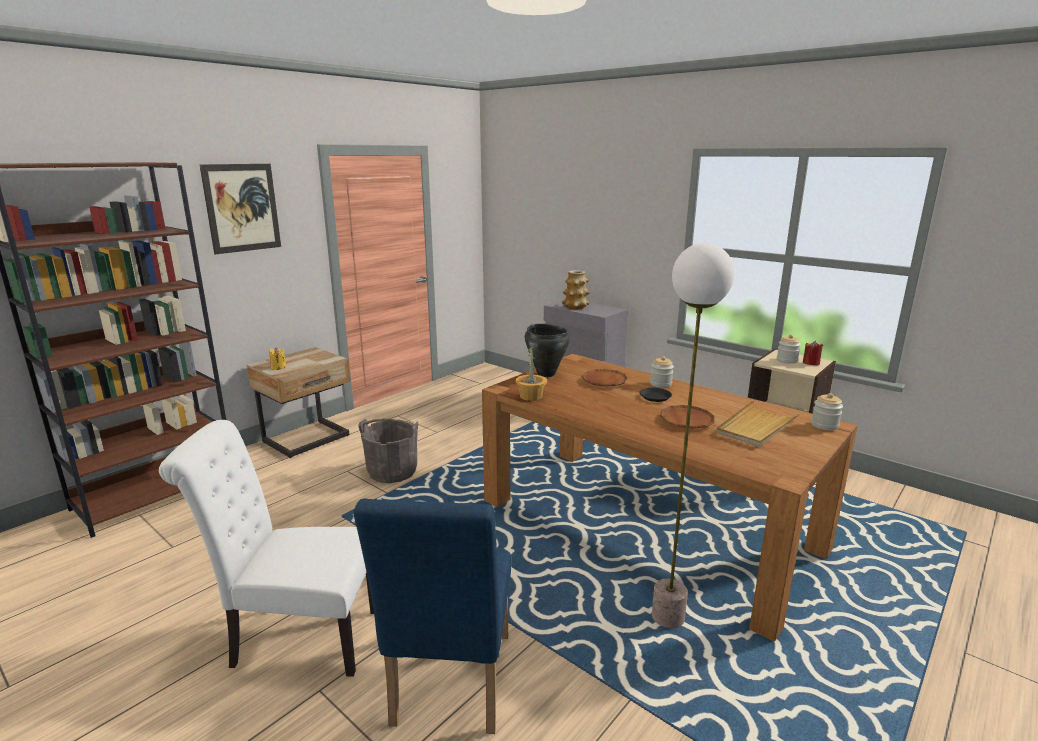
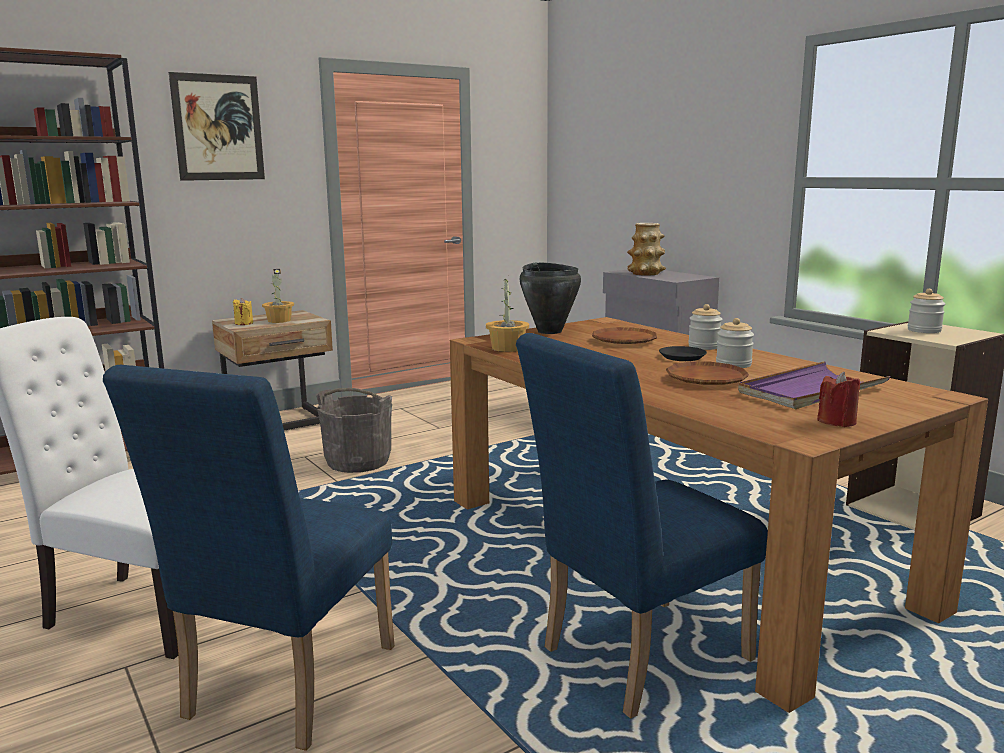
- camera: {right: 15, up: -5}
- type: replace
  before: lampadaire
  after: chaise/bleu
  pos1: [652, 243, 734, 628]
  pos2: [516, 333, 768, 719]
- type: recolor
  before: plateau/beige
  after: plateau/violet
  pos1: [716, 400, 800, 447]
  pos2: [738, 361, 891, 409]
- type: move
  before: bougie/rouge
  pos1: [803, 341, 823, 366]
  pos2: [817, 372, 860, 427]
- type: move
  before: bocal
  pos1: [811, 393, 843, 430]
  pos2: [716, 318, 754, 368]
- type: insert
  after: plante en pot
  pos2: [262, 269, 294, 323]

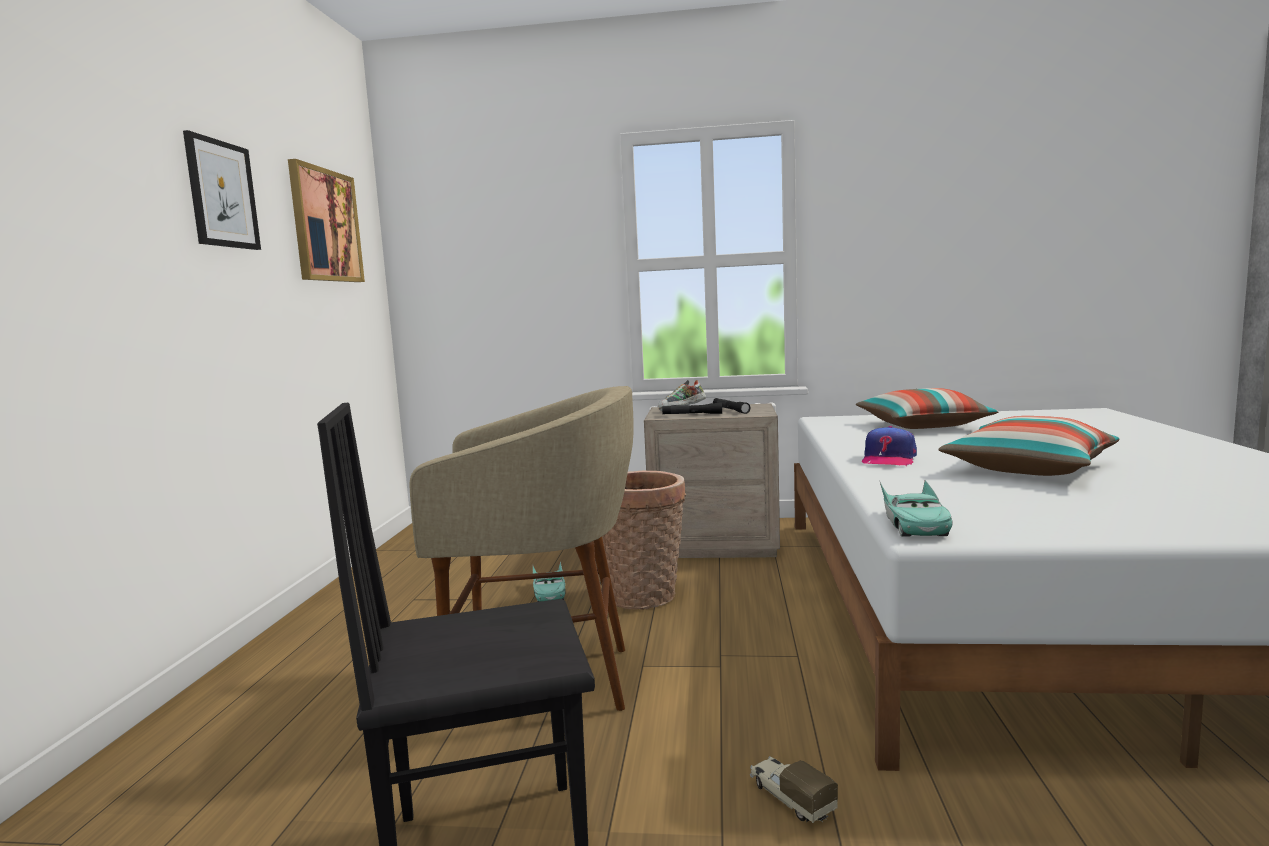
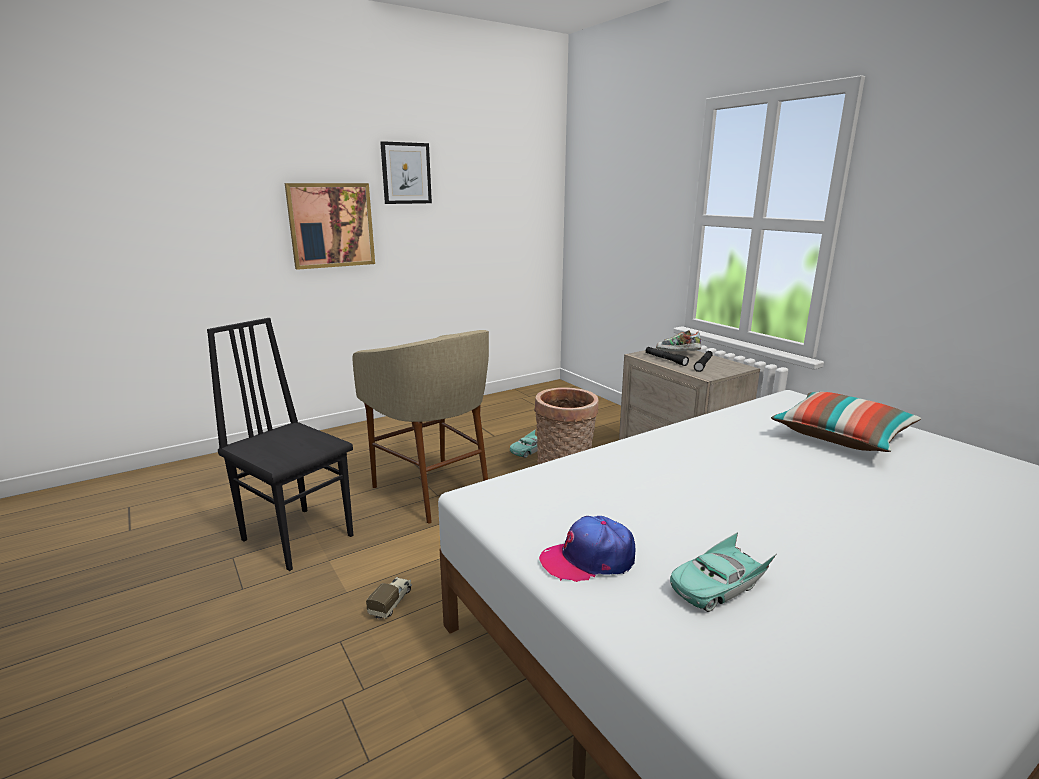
- camera: {right: 50, up: 10}
- type: move
  before: tableau
  pos1: [288, 159, 365, 282]
  pos2: [285, 183, 375, 270]
- type: move
  before: casquette
  pos1: [862, 426, 917, 467]
  pos2: [539, 516, 636, 582]
- type: move
  before: petite voiture/turquoise
  pos1: [880, 480, 953, 537]
  pos2: [670, 532, 776, 612]
- type: delete
  before: coussin
  pos1: [939, 416, 1119, 476]

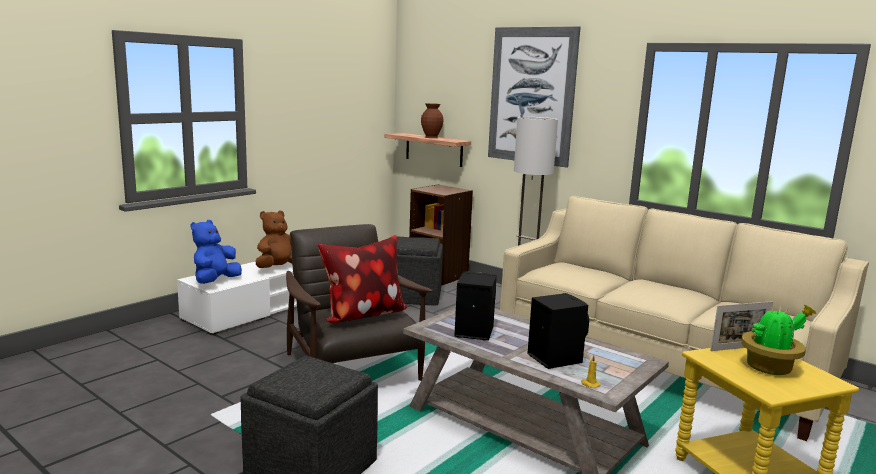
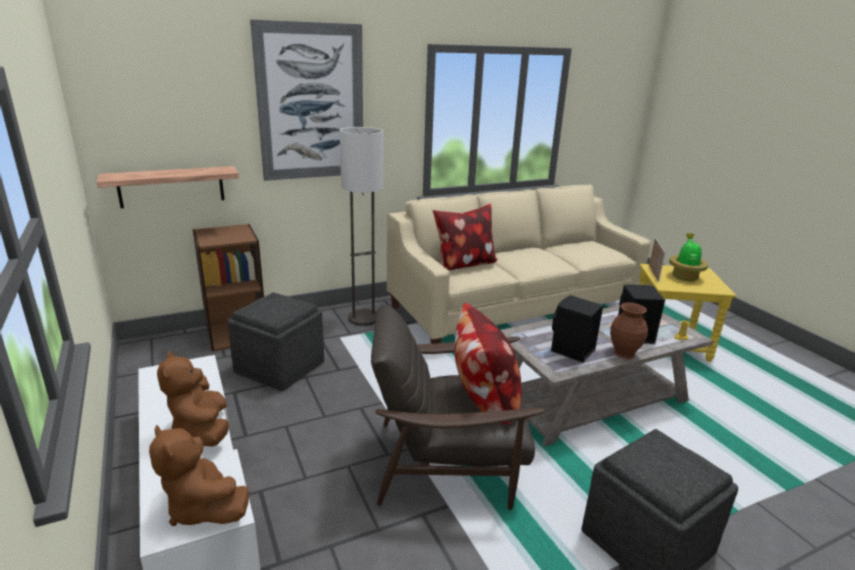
- camera: {right: -65, up: 10}
- type: recolor
  before: peluche/bleu
  after: peluche/marron
  pos1: [191, 220, 242, 284]
  pos2: [149, 425, 249, 526]
- type: move
  before: vase/marron
  pos1: [421, 103, 444, 138]
  pos2: [610, 303, 648, 359]
- type: insert
  after: coussin
  pos2: [433, 204, 497, 270]

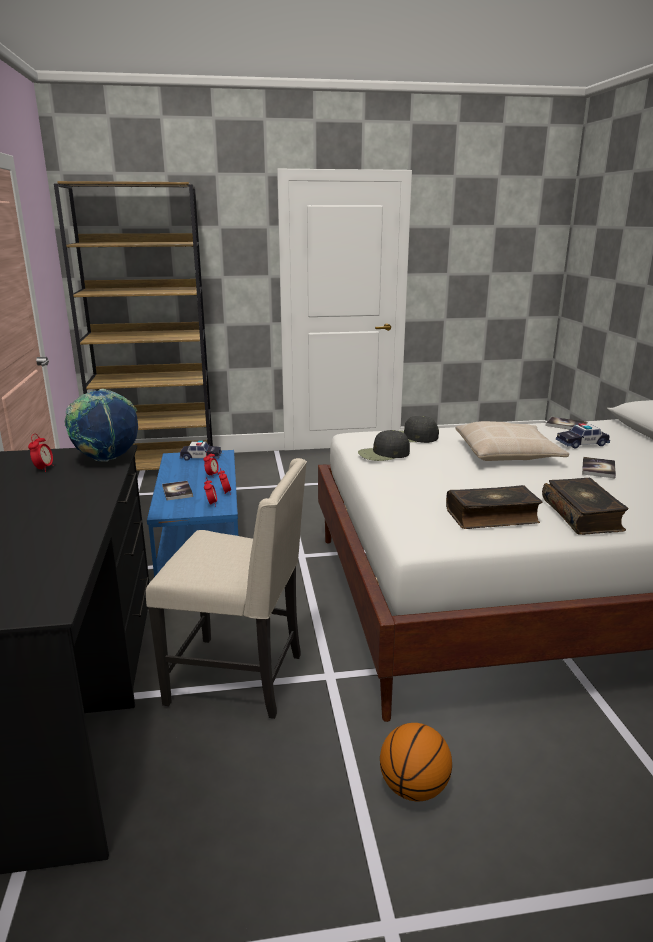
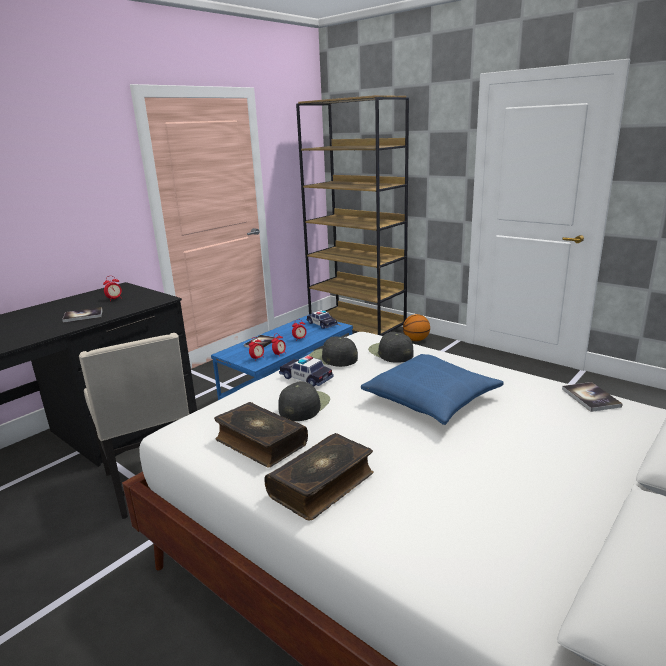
- camera: {right: 50, up: 0}
- type: delete
  before: globe
  pos1: [64, 389, 138, 462]
- type: move
  before: ballon de basket
  pos1: [380, 723, 452, 801]
  pos2: [403, 314, 430, 341]
- type: recolor
  before: coussin/beige
  after: coussin/bleu
  pos1: [456, 421, 569, 461]
  pos2: [361, 354, 504, 425]
- type: move
  before: petite voiture
  pos1: [556, 423, 610, 449]
  pos2: [279, 356, 334, 386]
- type: move
  before: livre
  pos1: [582, 457, 616, 478]
  pos2: [62, 307, 103, 323]
- type: insert
  after: casquette/noir
  pos2: [278, 382, 330, 421]

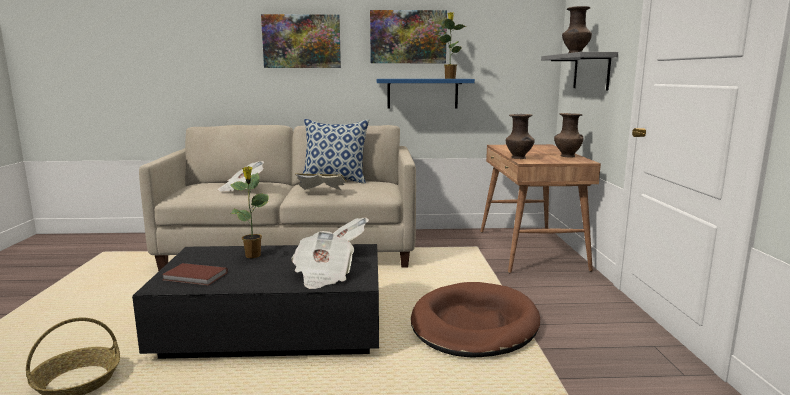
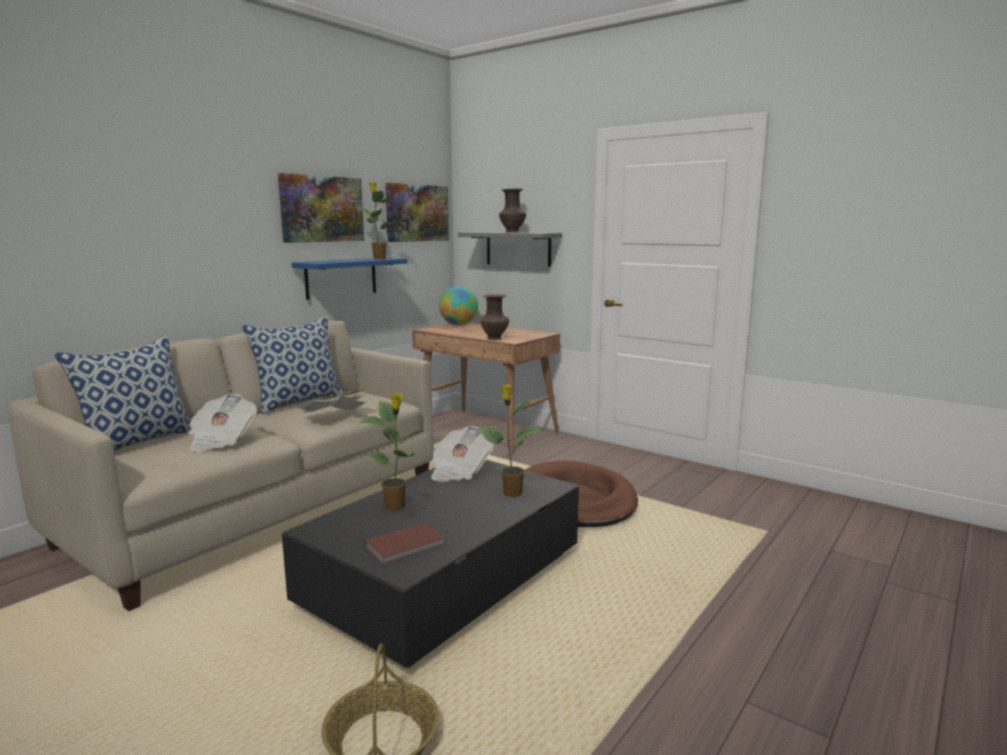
- camera: {right: -50, up: 0}
- type: move
  before: tableau
  pos1: [261, 14, 341, 68]
  pos2: [385, 183, 449, 242]
- type: replace
  before: journal
  after: plante en pot
  pos1: [292, 231, 354, 289]
  pos2: [477, 384, 542, 497]
- type: delete
  before: vase/marron
  pos1: [554, 113, 583, 158]
- type: insert
  after: coussin
  pos2: [54, 336, 191, 451]
- type: insert
  after: globe
  pos2: [439, 286, 478, 326]

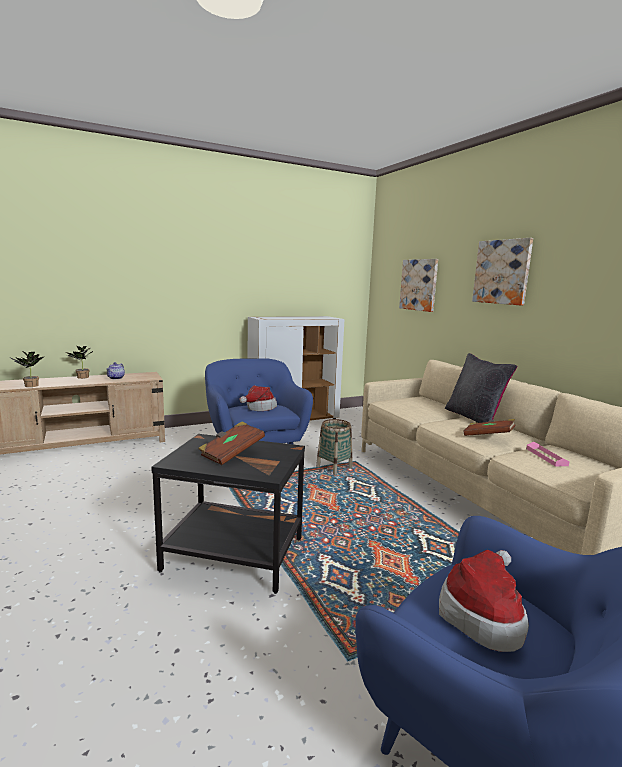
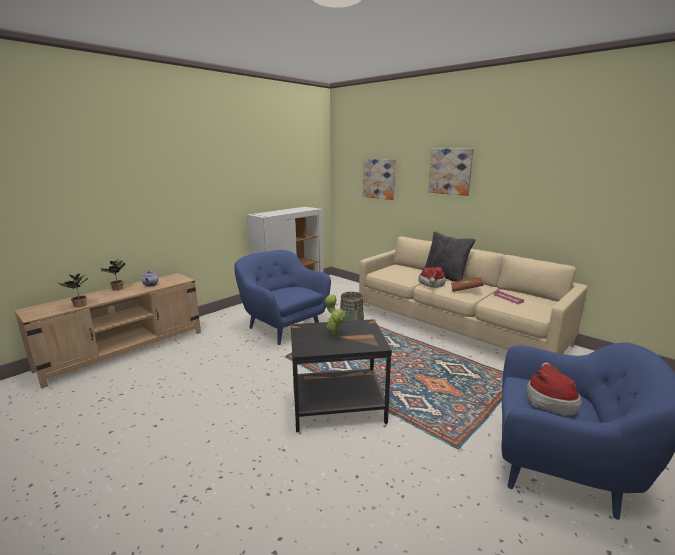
- camera: {right: -20, up: 5}
- type: replace
  before: livre/marron
  after: plante en pot
  pos1: [198, 421, 265, 465]
  pos2: [325, 294, 347, 338]
- type: move
  before: chapeau
  pos1: [239, 385, 277, 411]
  pos2: [419, 267, 445, 288]

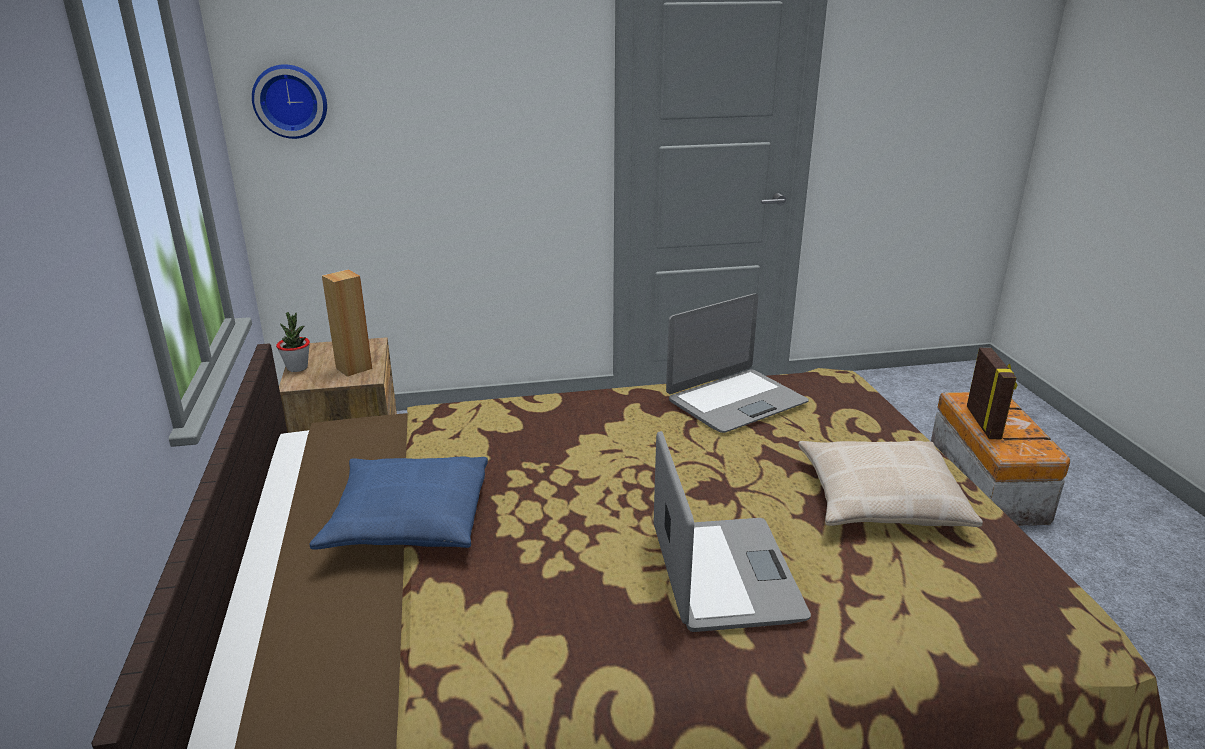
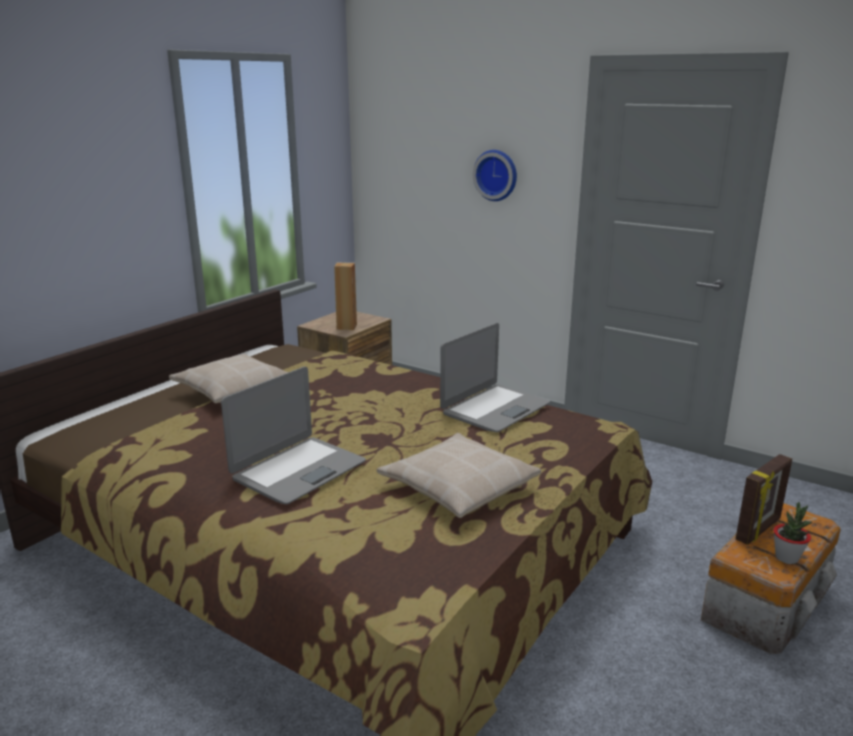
- camera: {right: 45, up: -5}
- type: move
  before: horloge murale
  pos1: [252, 64, 327, 139]
  pos2: [473, 150, 517, 201]
- type: move
  before: plante en pot
  pos1: [276, 312, 310, 372]
  pos2: [773, 502, 813, 564]
- type: recolor
  before: coussin/bleu
  after: coussin/beige
  pos1: [310, 457, 488, 550]
  pos2: [169, 354, 288, 403]
- type: rotate
  before: ordinateur portable
  pos1: [666, 293, 809, 433]
  pos2: [440, 323, 550, 432]
  turn: -60

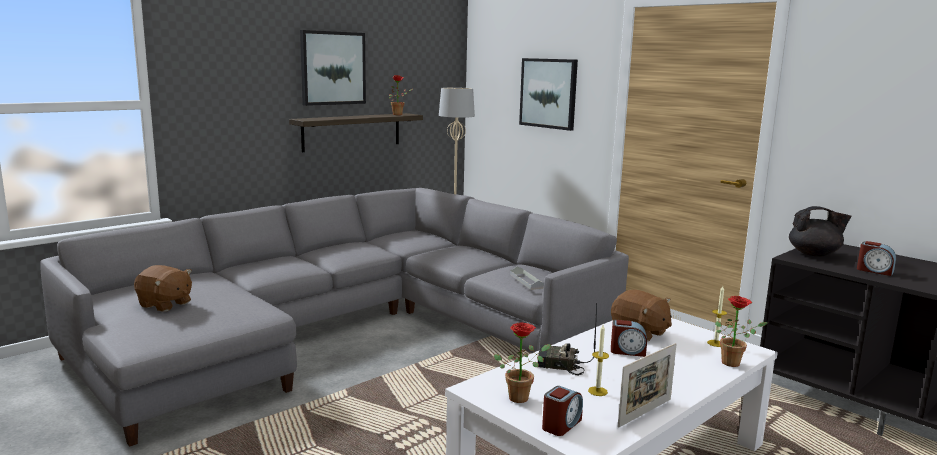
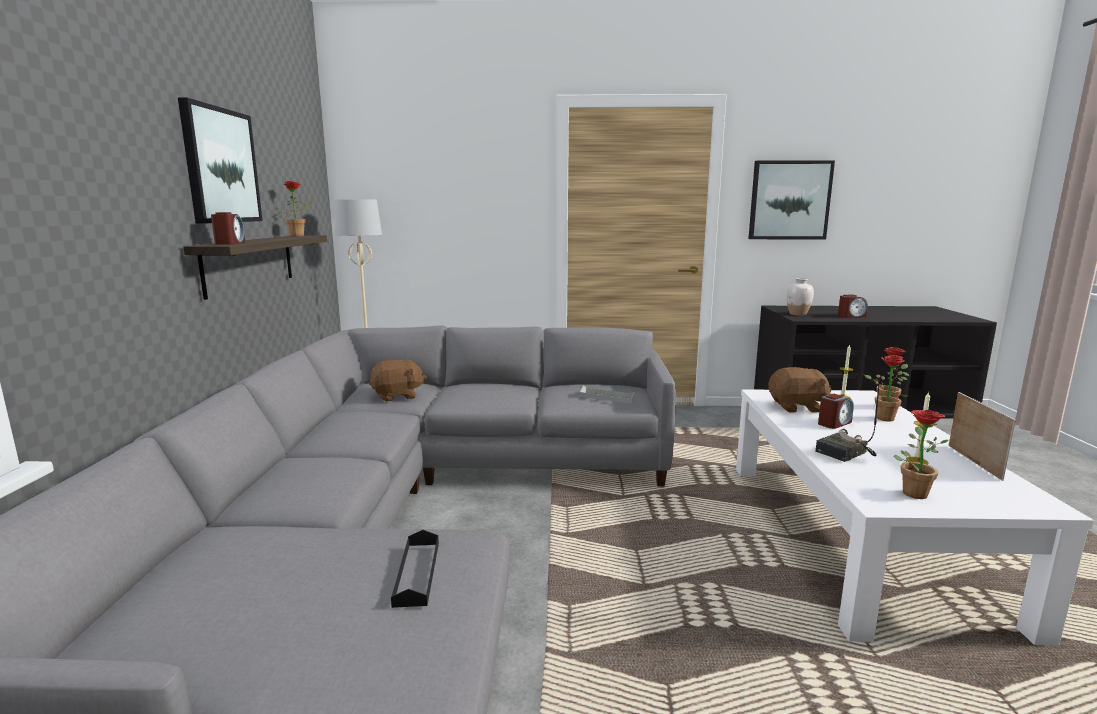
- camera: {right: -45, up: 0}
- type: move
  before: peluche/marron
  pos1: [134, 265, 192, 312]
  pos2: [369, 360, 427, 402]
- type: move
  before: tableau
  pos1: [519, 58, 578, 131]
  pos2: [748, 160, 835, 239]
- type: move
  before: réveil
  pos1: [542, 386, 583, 436]
  pos2: [211, 212, 245, 245]
- type: replace
  before: théière/noir
  after: vase/blanc
  pos1: [789, 206, 852, 256]
  pos2: [787, 278, 814, 316]
- type: insert
  after: plateau/noir
  pos2: [391, 530, 439, 608]
- type: insert
  after: plante en pot
  pos2: [861, 355, 908, 422]

